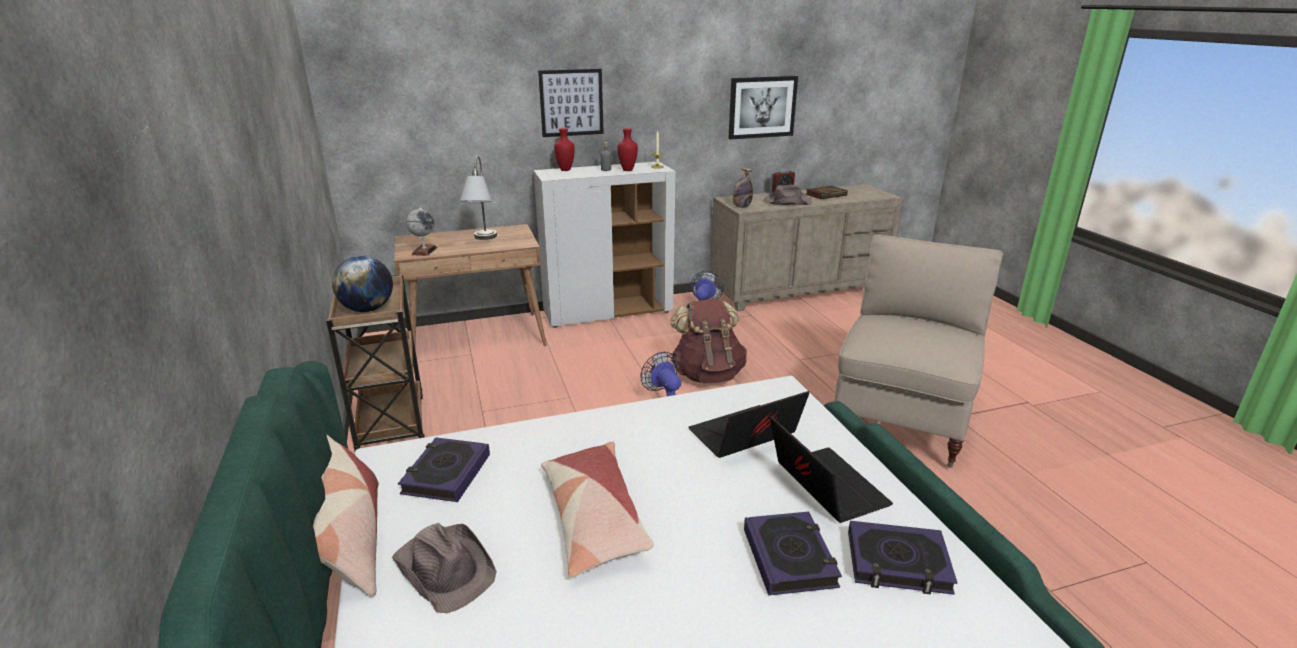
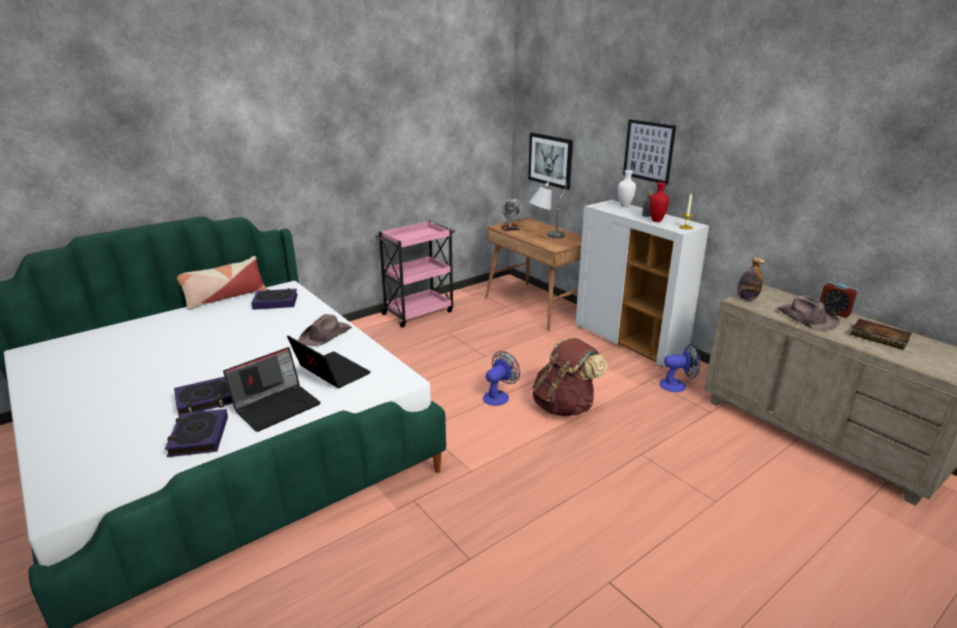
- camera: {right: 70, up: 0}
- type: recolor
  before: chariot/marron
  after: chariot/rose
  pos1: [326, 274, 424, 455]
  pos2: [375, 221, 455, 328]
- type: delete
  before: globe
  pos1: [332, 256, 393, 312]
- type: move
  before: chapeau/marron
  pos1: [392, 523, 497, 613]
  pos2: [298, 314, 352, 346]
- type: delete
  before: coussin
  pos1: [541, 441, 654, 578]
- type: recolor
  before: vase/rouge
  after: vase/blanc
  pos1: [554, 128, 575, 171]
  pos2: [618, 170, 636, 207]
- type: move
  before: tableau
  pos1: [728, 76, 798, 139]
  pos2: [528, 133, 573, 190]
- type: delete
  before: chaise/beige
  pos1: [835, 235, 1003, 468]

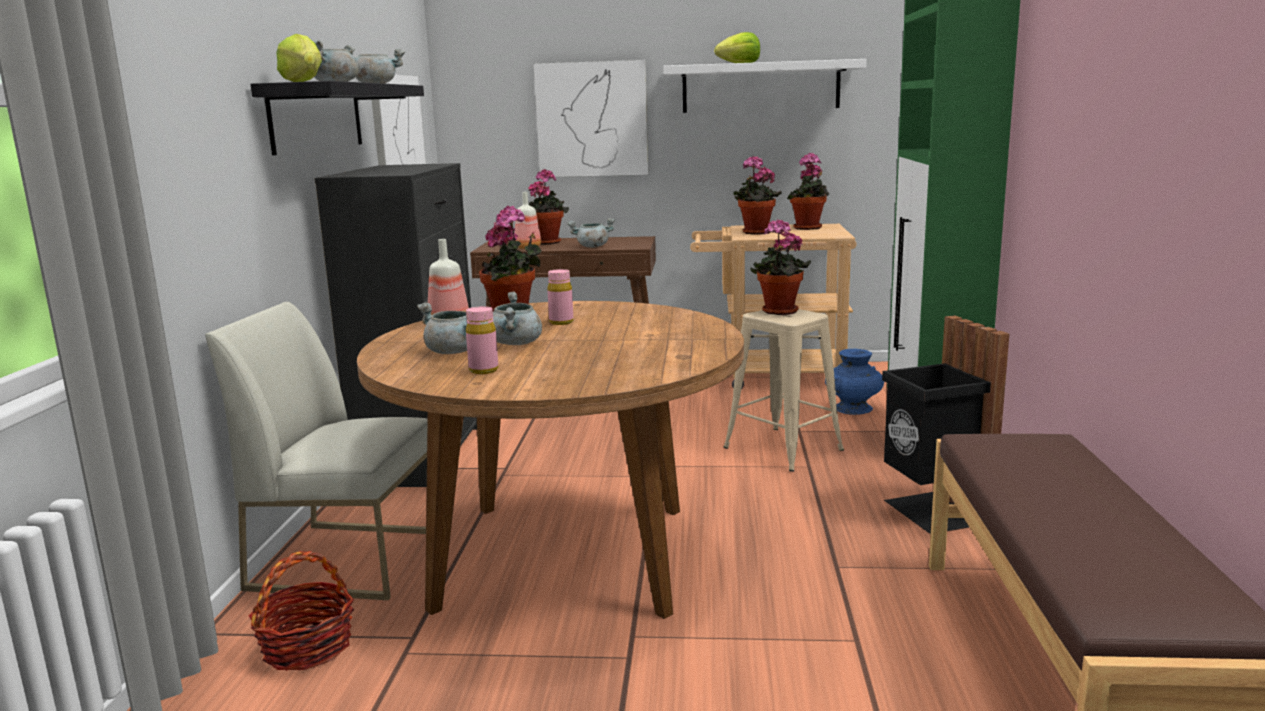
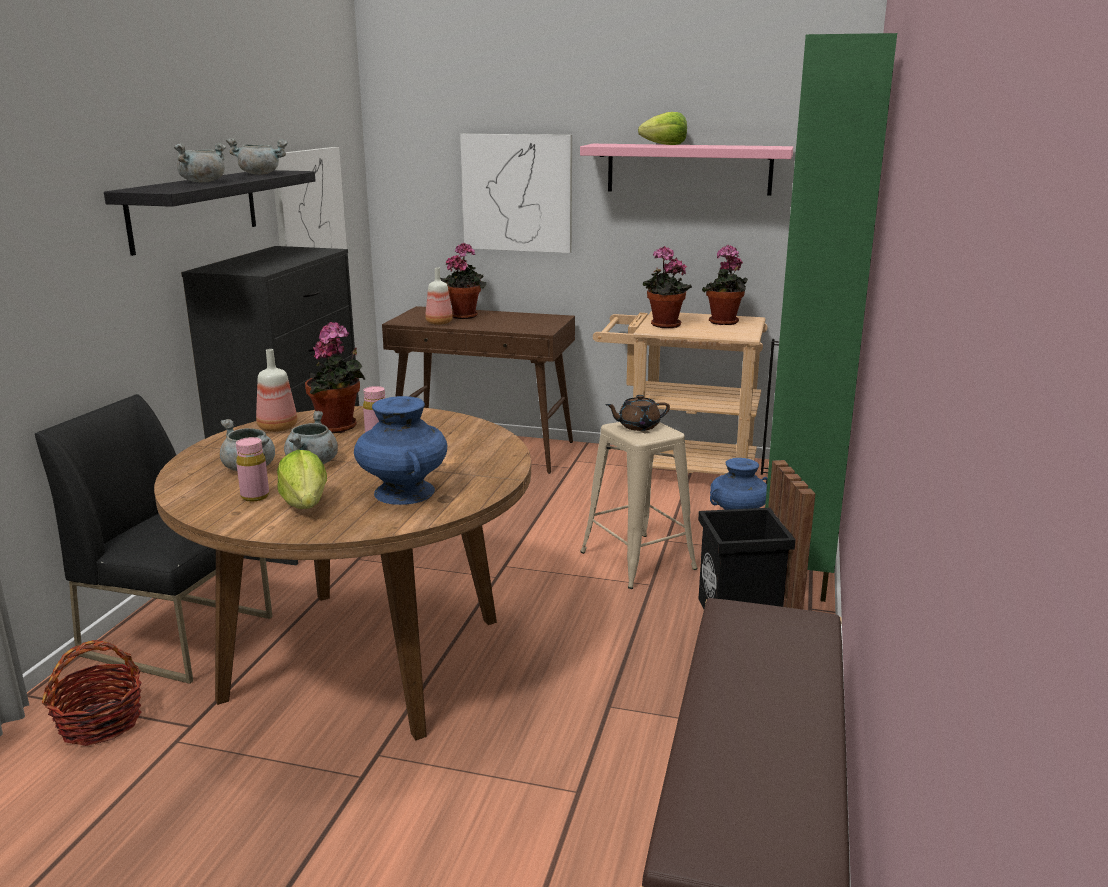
- camera: {right: 10, up: 5}
- type: recolor
  before: chaise/blanc
  after: chaise/noir
  pos1: [205, 302, 428, 600]
  pos2: [35, 394, 273, 684]
- type: move
  before: laitue
  pos1: [276, 34, 322, 82]
  pos2: [277, 450, 327, 509]
- type: delete
  before: marmite/gris
  pos1: [567, 218, 615, 248]
- type: recolor
  before: étagère/blanc
  after: étagère/rose
  pos1: [663, 59, 866, 113]
  pos2: [580, 144, 794, 196]
- type: replace
  before: plante en pot
  after: théière/marron
  pos1: [750, 219, 811, 315]
  pos2: [605, 395, 670, 431]
- type: insert
  after: vase/bleu
  pos2: [354, 396, 447, 505]

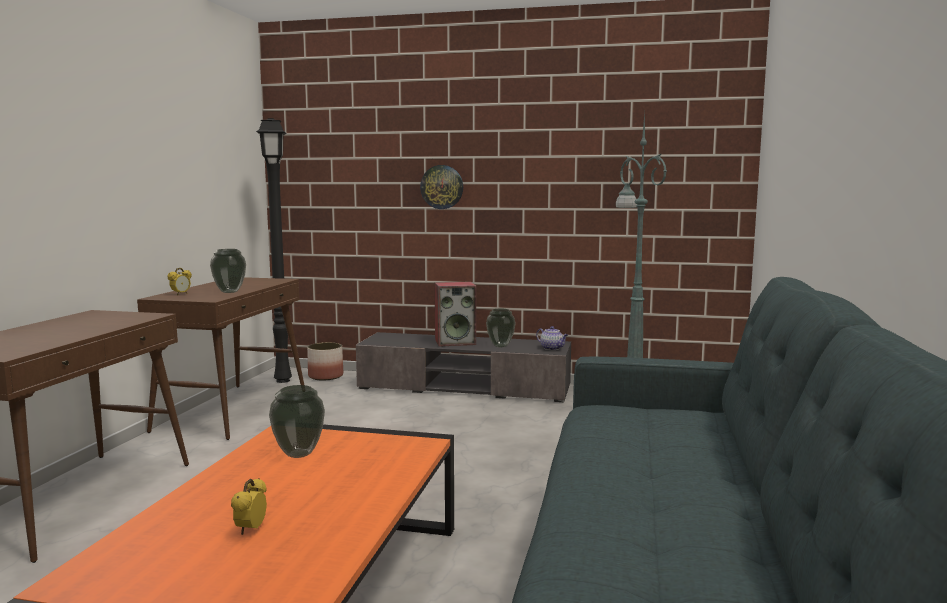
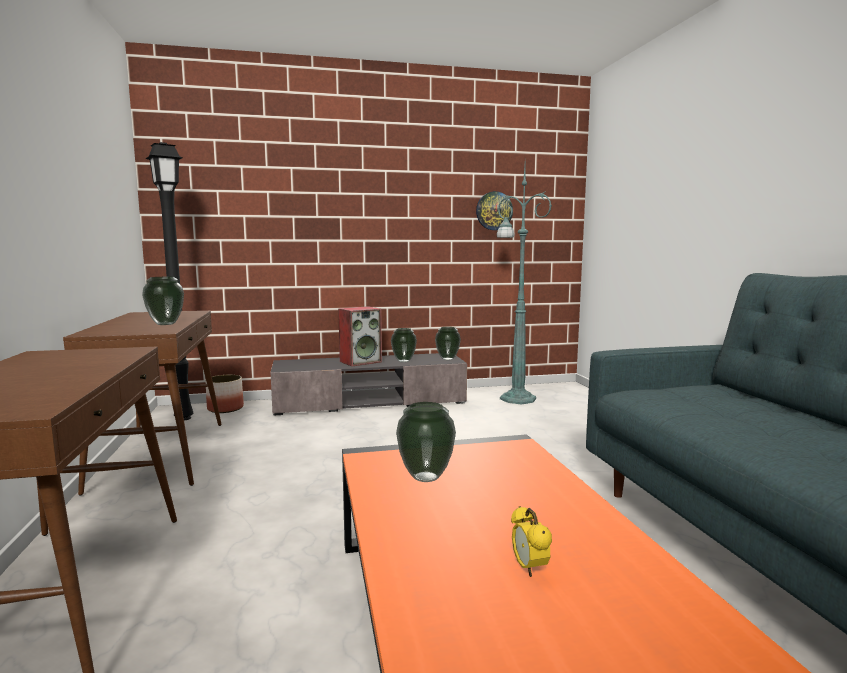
- camera: {right: -25, up: 0}
- type: delete
  before: réveil
  pos1: [167, 268, 192, 295]
- type: move
  before: horloge murale
  pos1: [420, 165, 463, 209]
  pos2: [476, 191, 513, 230]
- type: replace
  before: théière
  after: vase
  pos1: [536, 326, 568, 350]
  pos2: [435, 327, 461, 360]

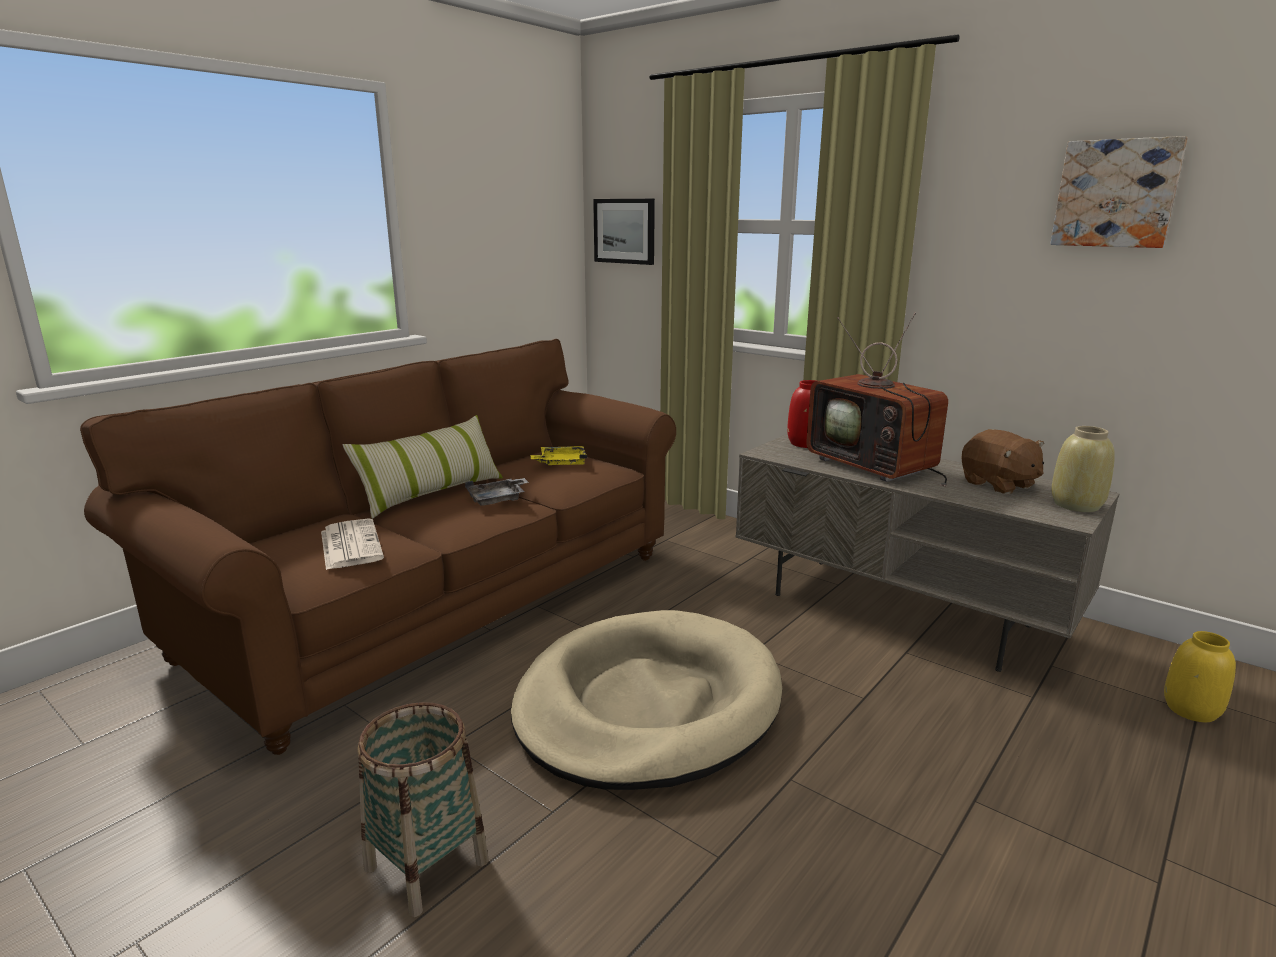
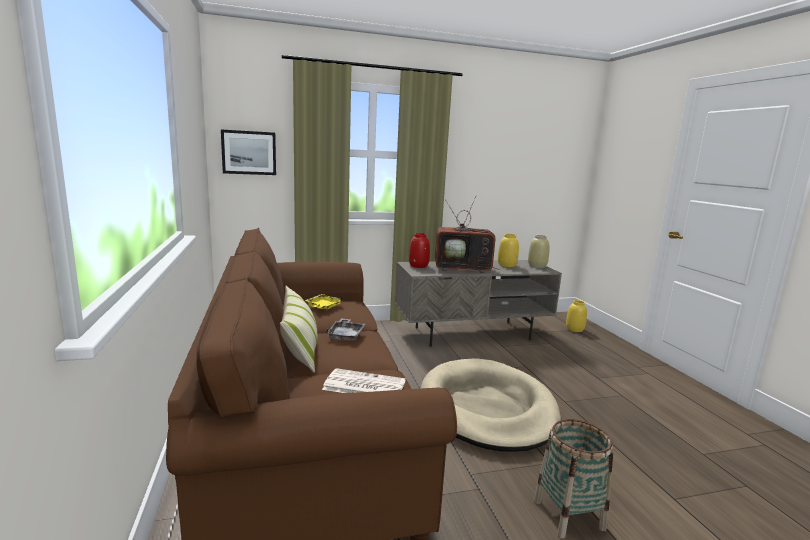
- camera: {right: -55, up: -5}
- type: replace
  before: peluche/marron
  after: vase/jaune
  pos1: [961, 429, 1044, 495]
  pos2: [498, 234, 519, 267]
- type: delete
  before: tableau
  pos1: [1051, 136, 1188, 248]

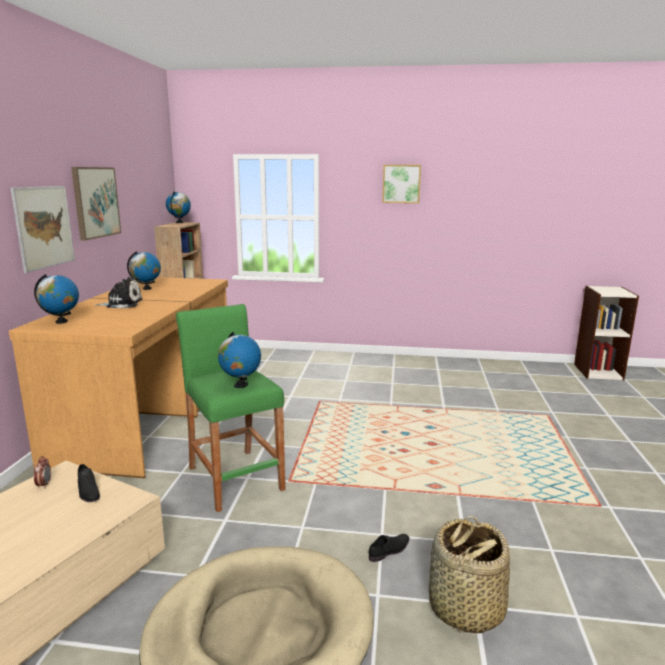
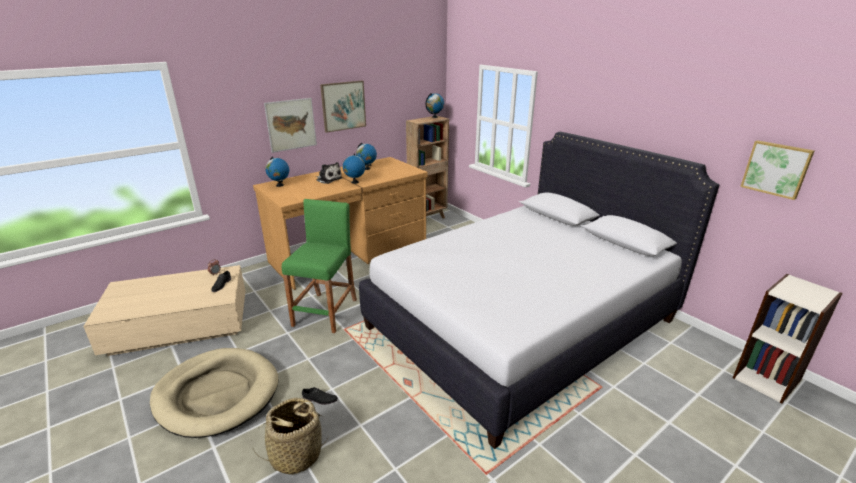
- camera: {right: 45, up: 10}
- type: move
  before: globe
  pos1: [218, 332, 261, 388]
  pos2: [343, 153, 365, 184]
- type: move
  before: tableau
  pos1: [382, 165, 421, 203]
  pos2: [740, 140, 814, 200]
- type: insert
  after: lit/blanc
  pos2: [359, 132, 719, 449]

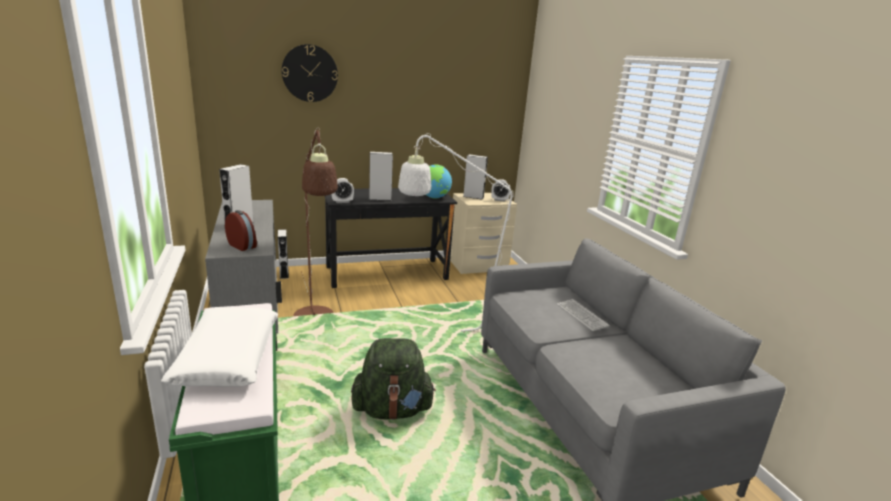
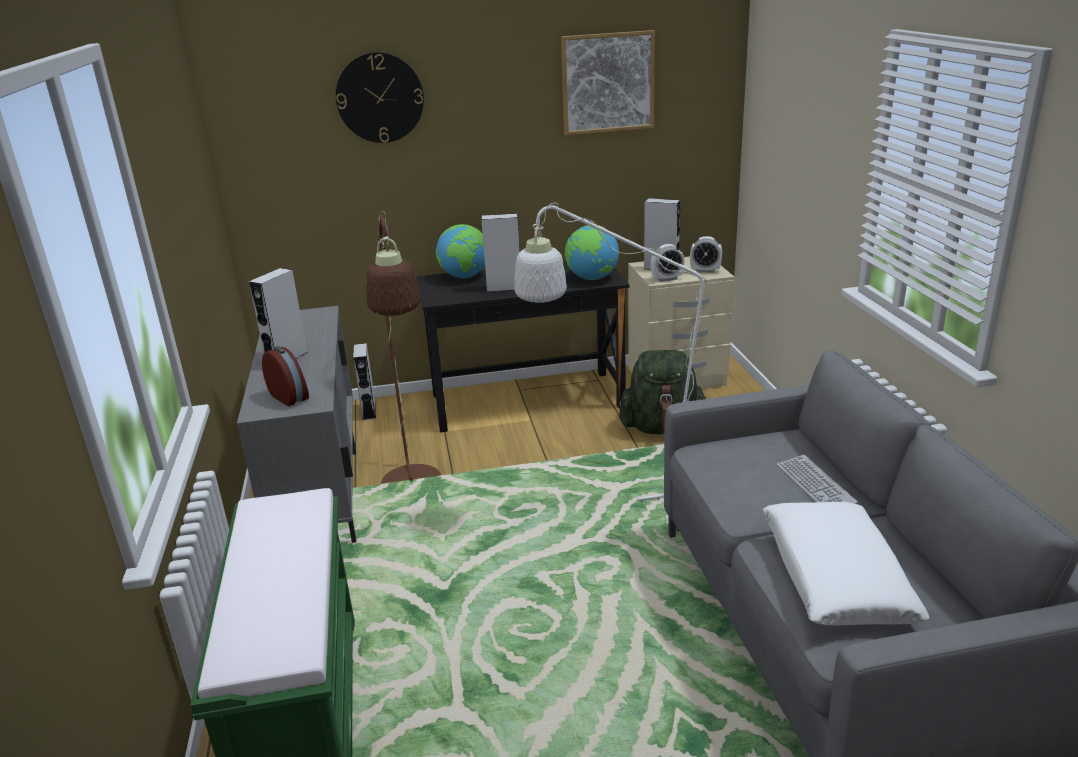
- camera: {right: 10, up: 5}
- type: move
  before: coussin/blanc
  pos1: [161, 307, 279, 387]
  pos2: [763, 502, 930, 625]
- type: move
  before: réveil
  pos1: [331, 178, 354, 203]
  pos2: [651, 244, 684, 282]
- type: move
  before: sac à dos/vert
  pos1: [351, 338, 436, 420]
  pos2: [619, 350, 706, 434]
- type: insert
  after: globe
  pos2: [436, 224, 485, 278]
- type: insert
  after: tableau
  pos2: [561, 30, 655, 135]

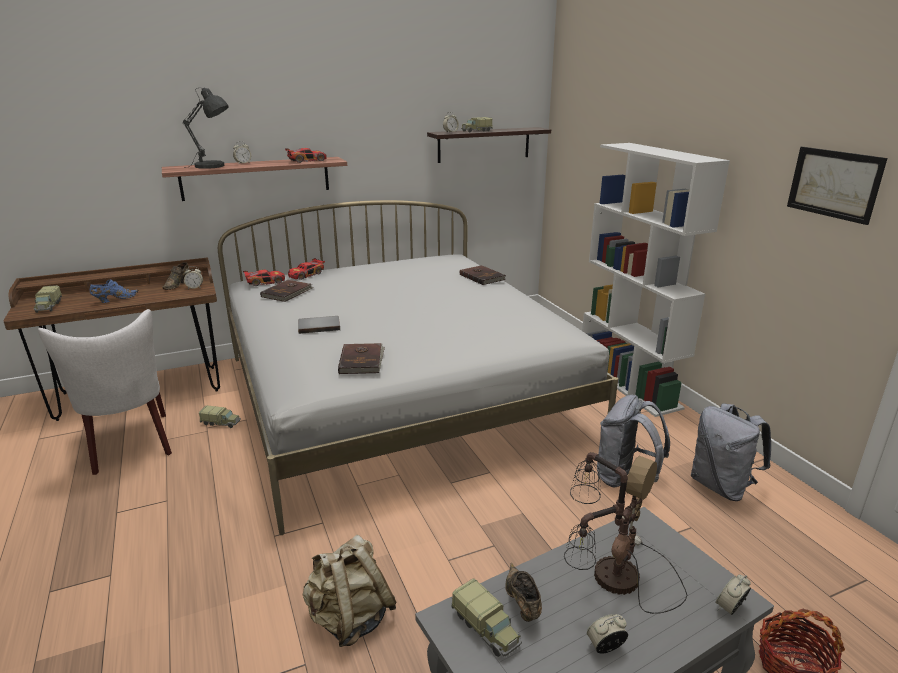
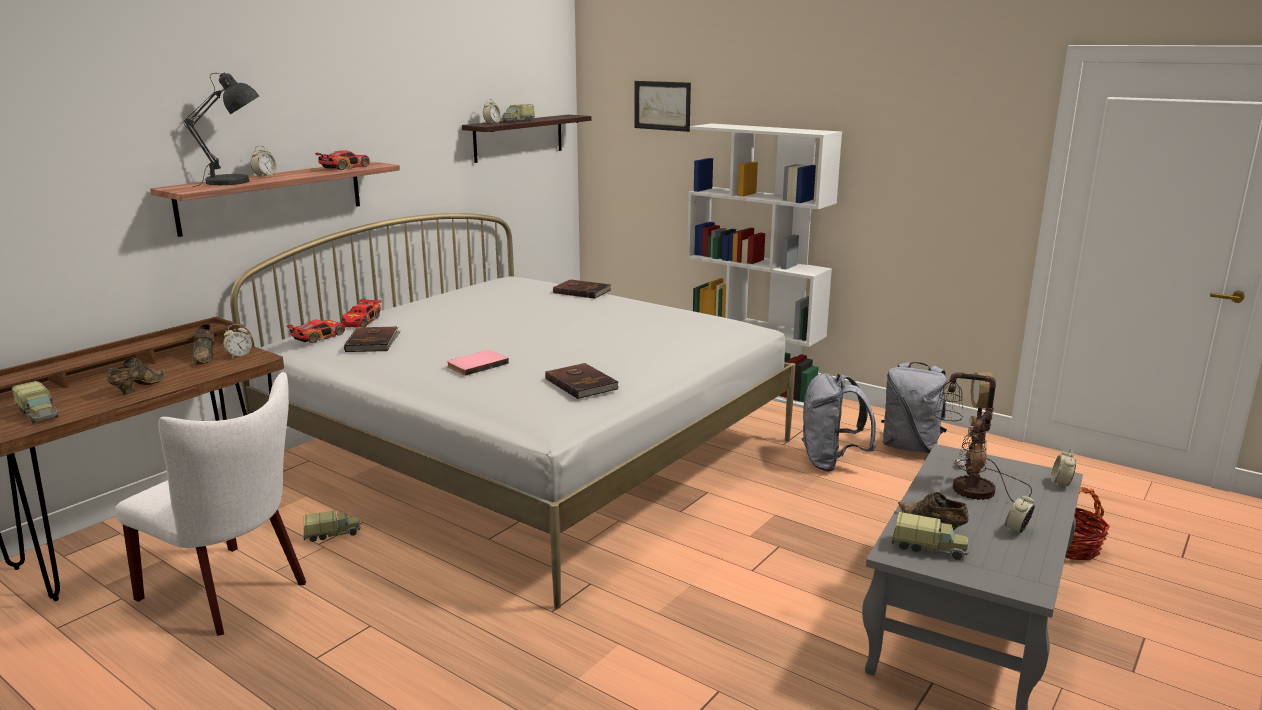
- camera: {right: -30, up: -5}
- type: recolor
  before: chaussure/bleu
  after: chaussure/marron
  pos1: [90, 279, 138, 303]
  pos2: [107, 357, 166, 394]
- type: recolor
  before: livre/gris
  after: livre/rose
  pos1: [298, 316, 340, 334]
  pos2: [447, 350, 509, 376]
- type: delete
  before: sac à dos/beige
  pos1: [303, 535, 397, 647]
- type: move
  before: tableau
  pos1: [787, 147, 888, 225]
  pos2: [634, 81, 691, 132]

